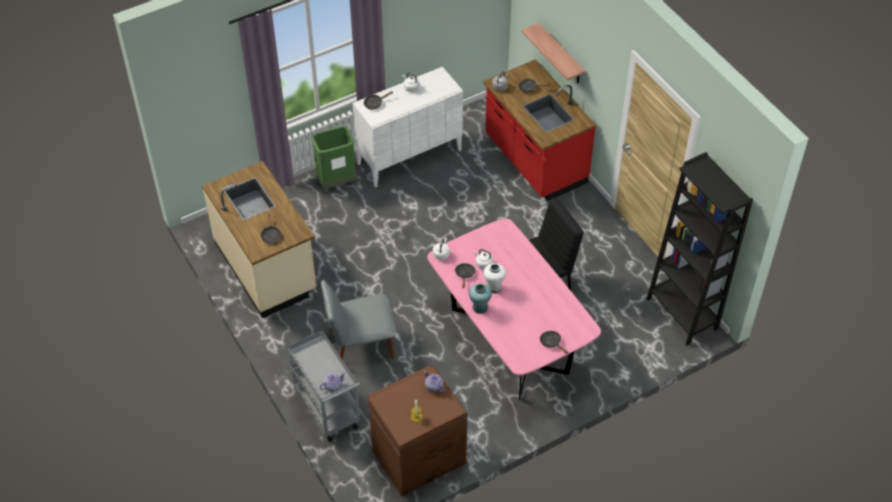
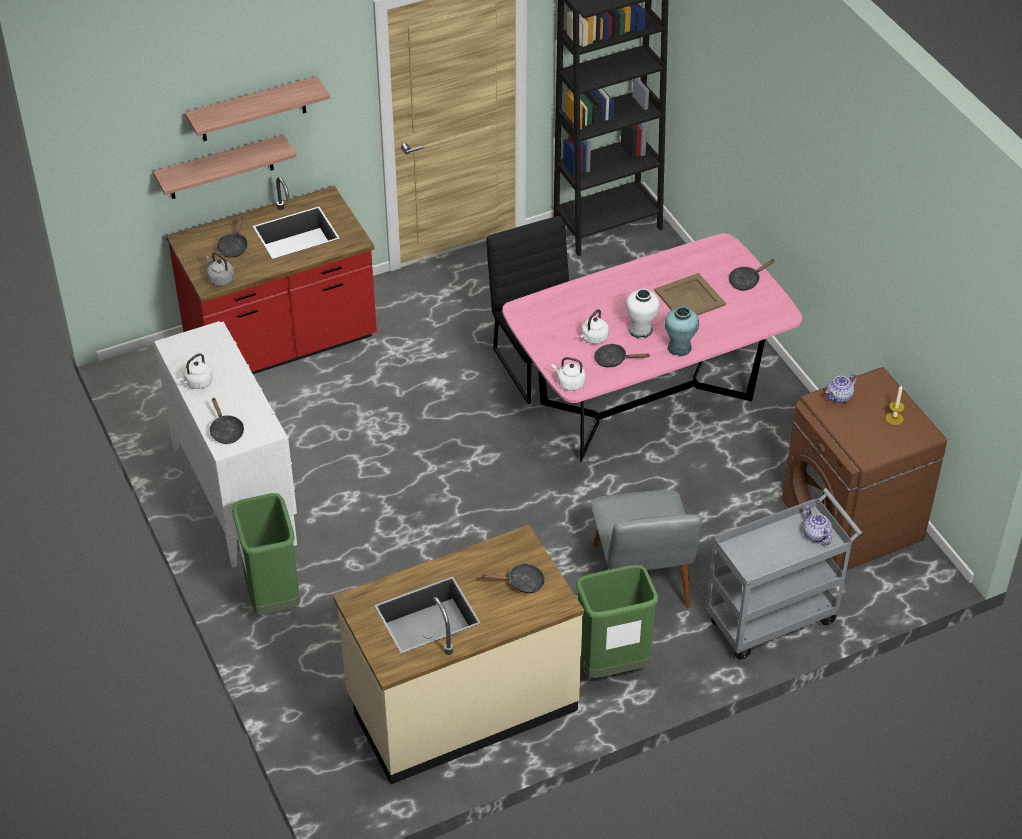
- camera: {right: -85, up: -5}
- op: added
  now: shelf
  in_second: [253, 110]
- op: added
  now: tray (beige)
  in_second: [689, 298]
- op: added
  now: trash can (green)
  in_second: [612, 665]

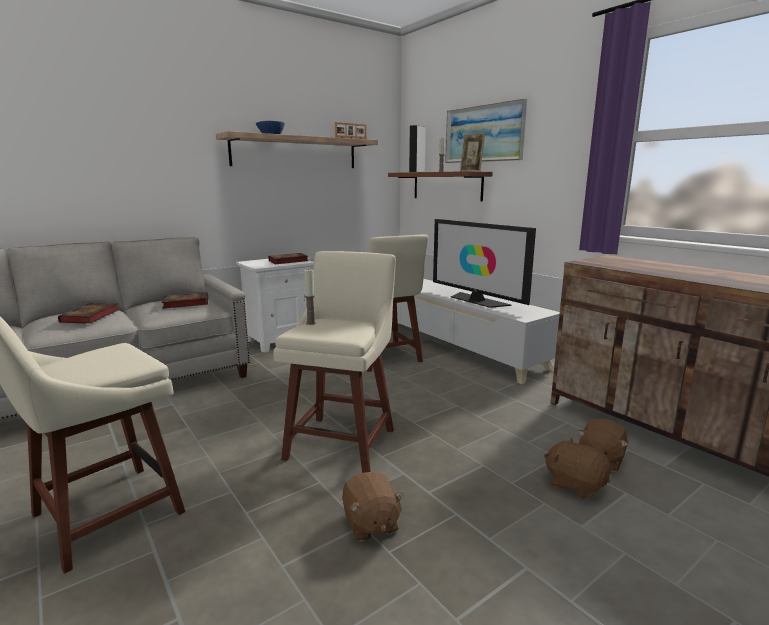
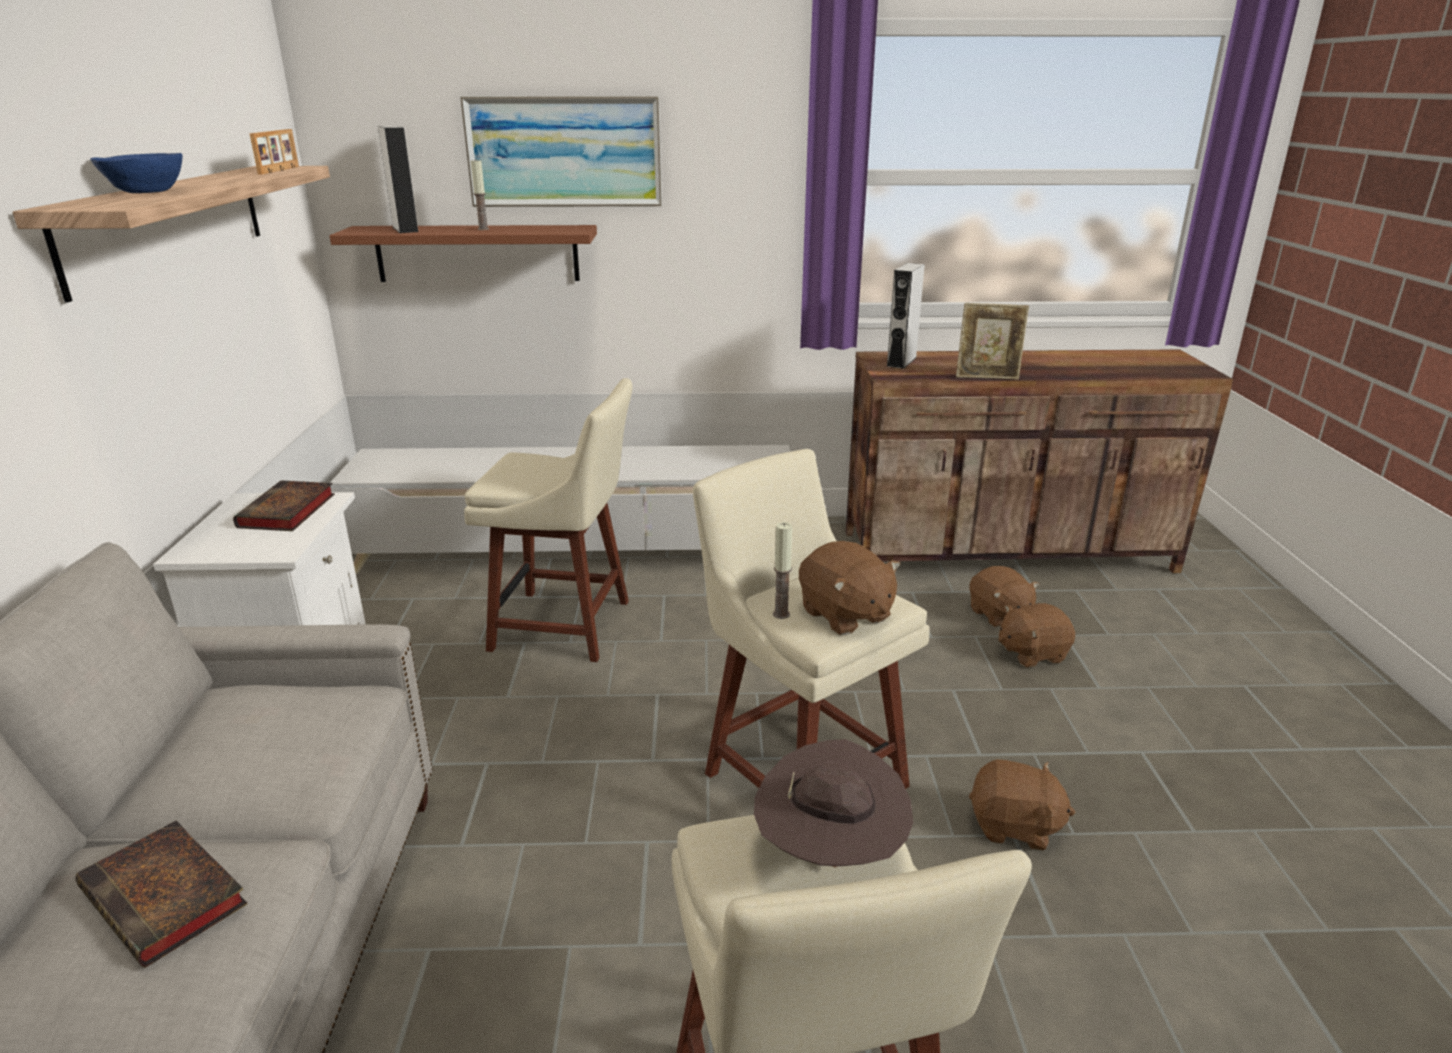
- camera: {right: -55, up: 10}
- op: moved
  was: picture frame
  in_first: [471, 171]
  in_second: [987, 377]
- op: removed
  was: television
  in_first: [477, 300]
- op: removed
  was: book
  in_first: [185, 303]
- op: added
  now: speaker (grey)
  in_second: [901, 361]
- op: added
  now: plush toy (brown)
  in_second: [845, 615]
- op: added
  now: hat (brown)
  in_second: [830, 854]

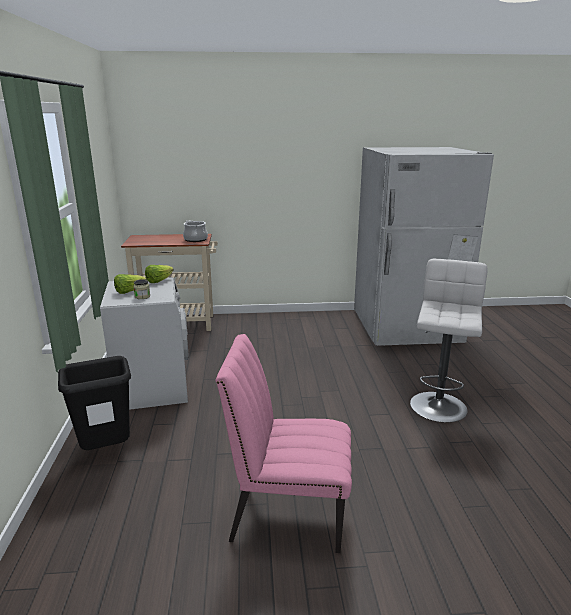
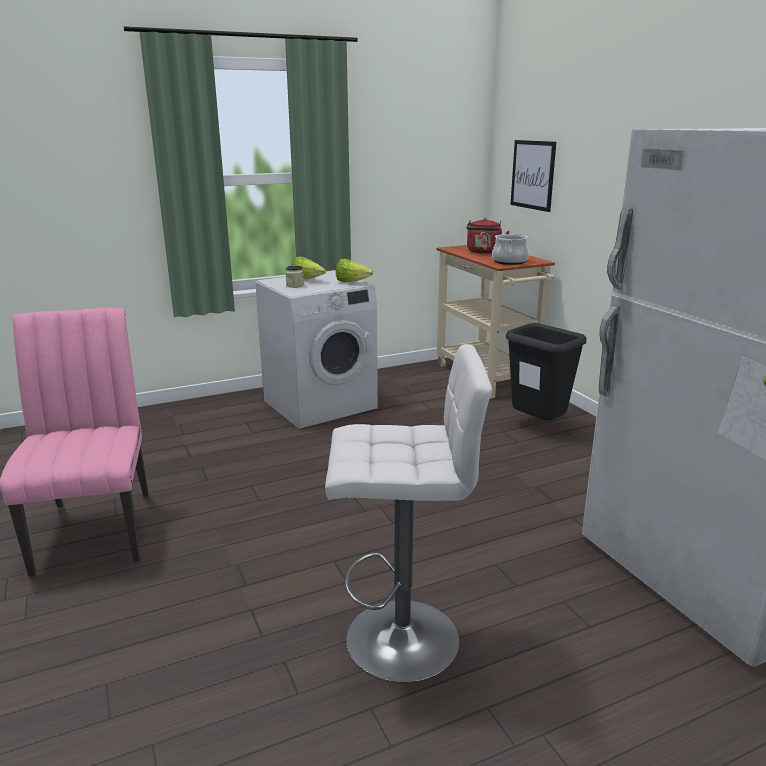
- camera: {right: 70, up: 0}
- op: moved
  was: trash can (black)
  in_first: [107, 451]
  in_second: [538, 426]
- op: added
  now: picture
  in_second: [532, 175]
- op: added
  now: kettle (red)
  in_second: [483, 252]

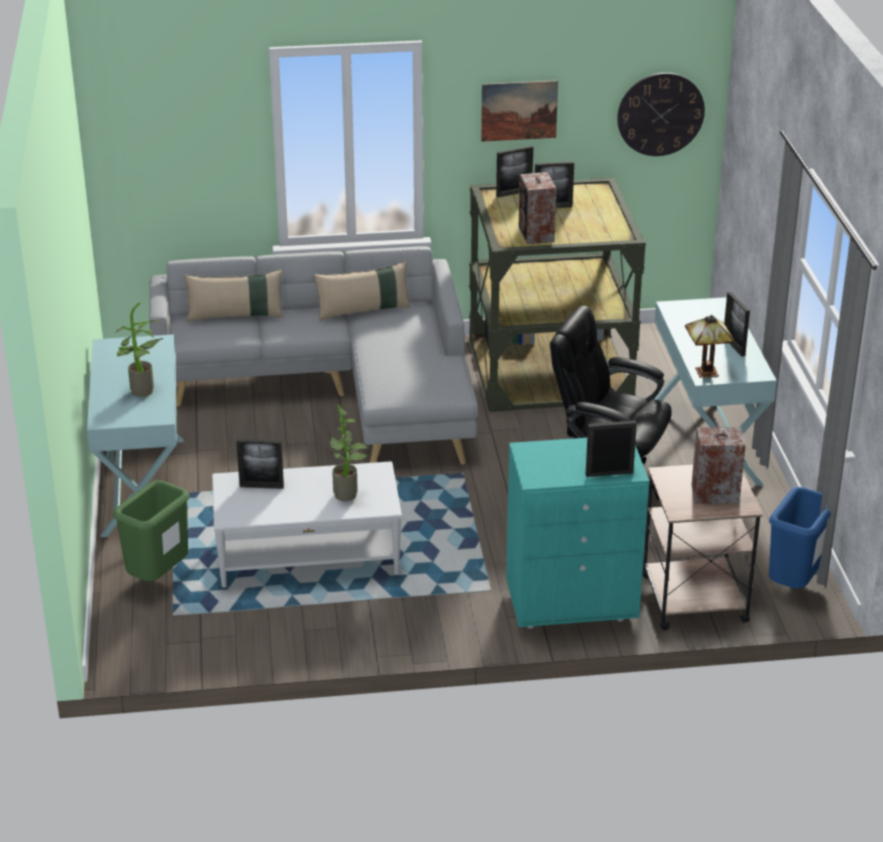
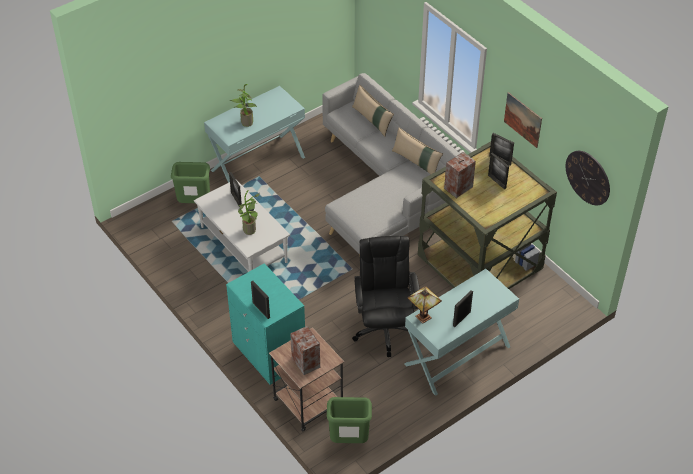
- camera: {right: 60, up: 15}
- op: recoloured
  was: trash can (blue)
  now: trash can (green)
  in_first: [794, 585]
  in_second: [348, 440]

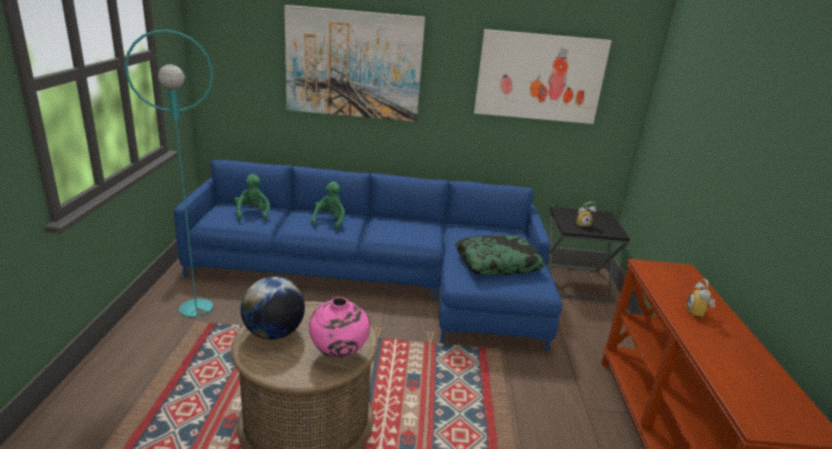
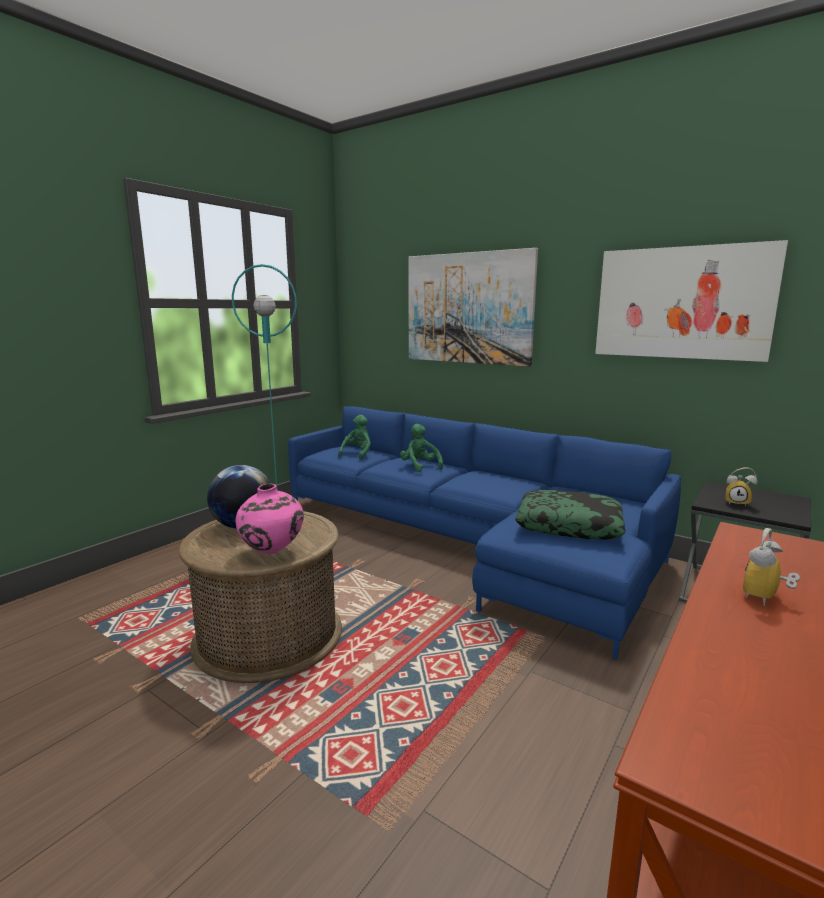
- camera: {right: 35, up: -10}
- op: turned
  was: plush toy (green)
  in_first: [329, 221]
  in_second: [420, 466]
  clockwise: -75

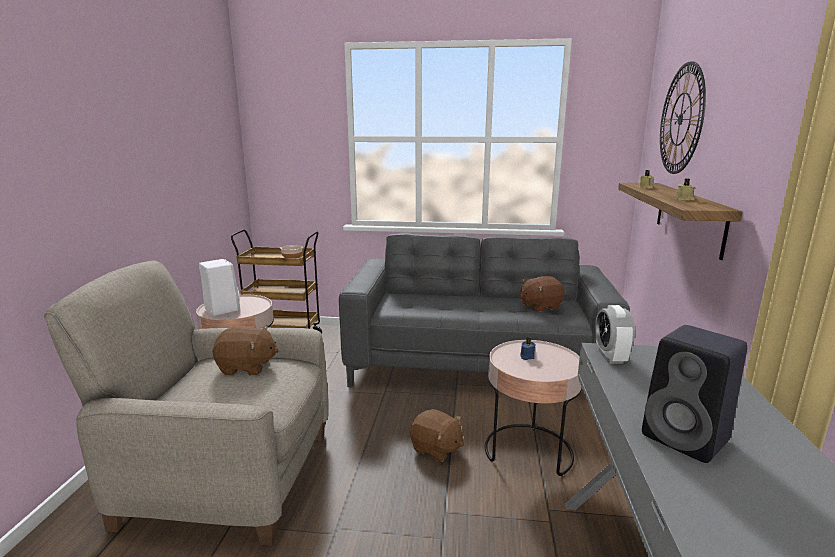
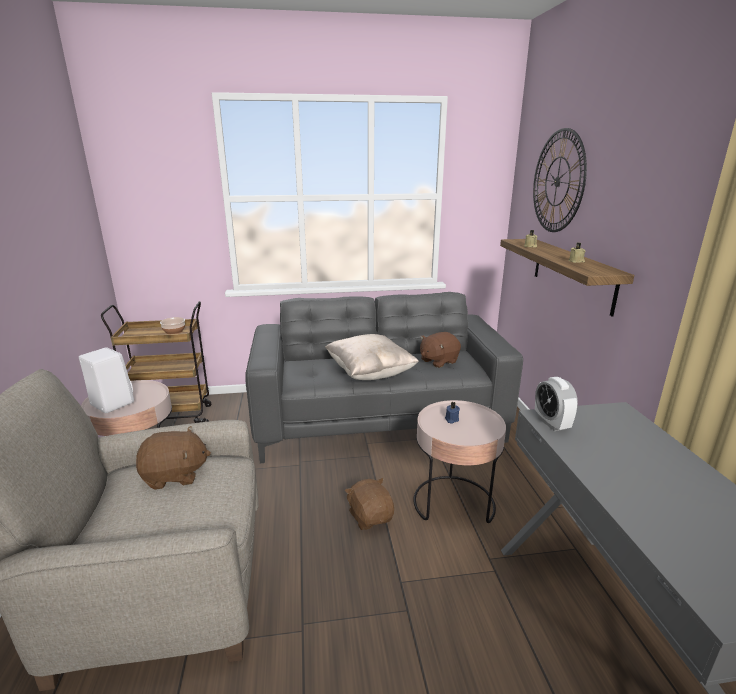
- camera: {right: -15, up: 5}
- op: removed
  was: speaker (black)
  in_first: [688, 438]
- op: turned
  was: plush toy (brown)
  in_first: [436, 449]
  in_second: [370, 517]
  clockwise: -135
- op: added
  now: pillow (beige)
  in_second: [370, 373]

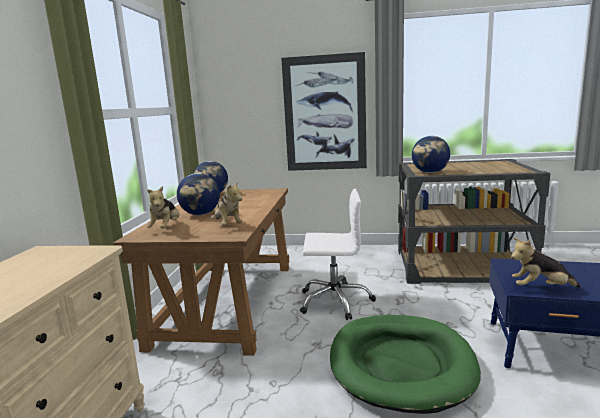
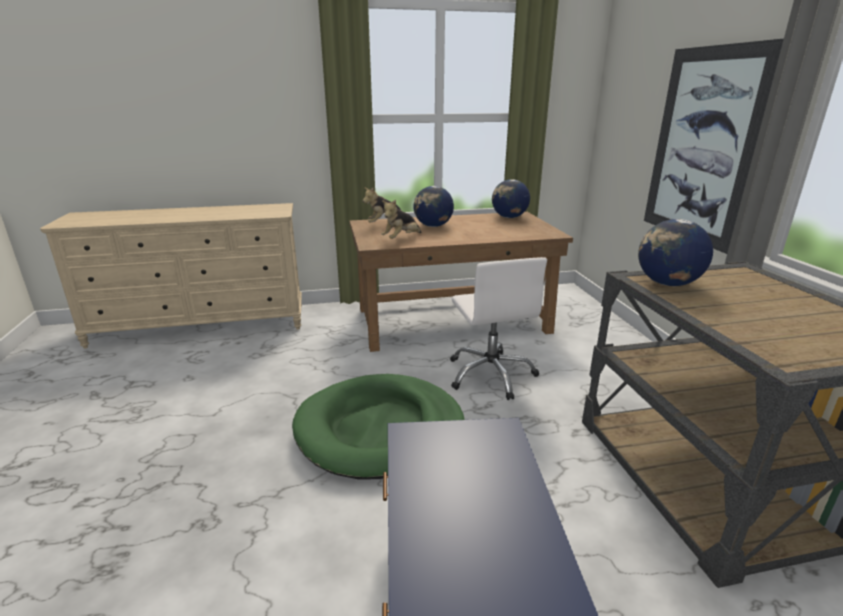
- camera: {right: 70, up: 10}
- op: removed
  was: plush toy
  in_first: [541, 288]

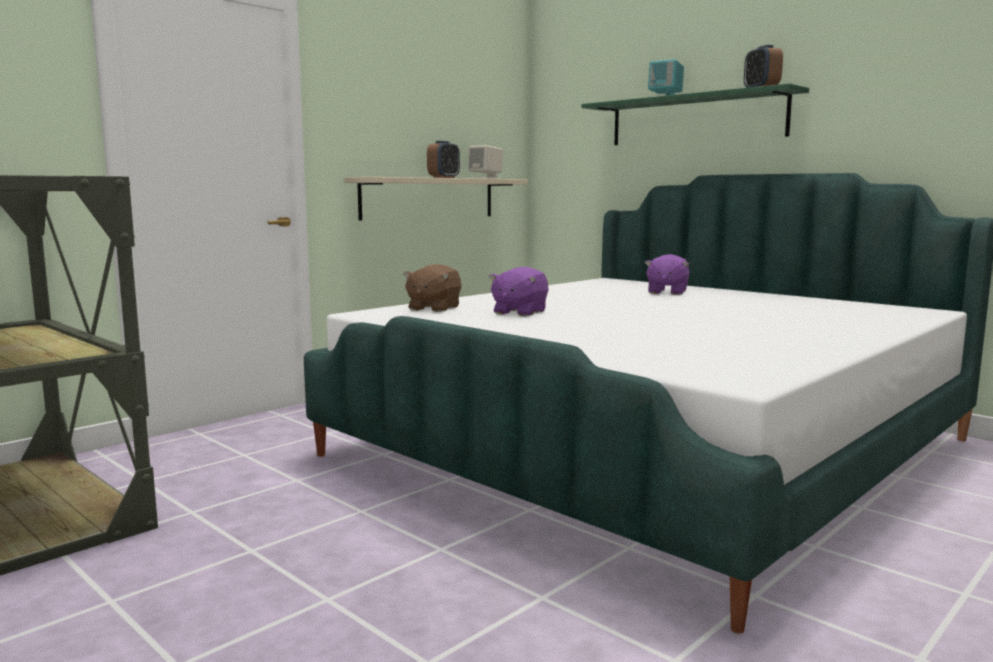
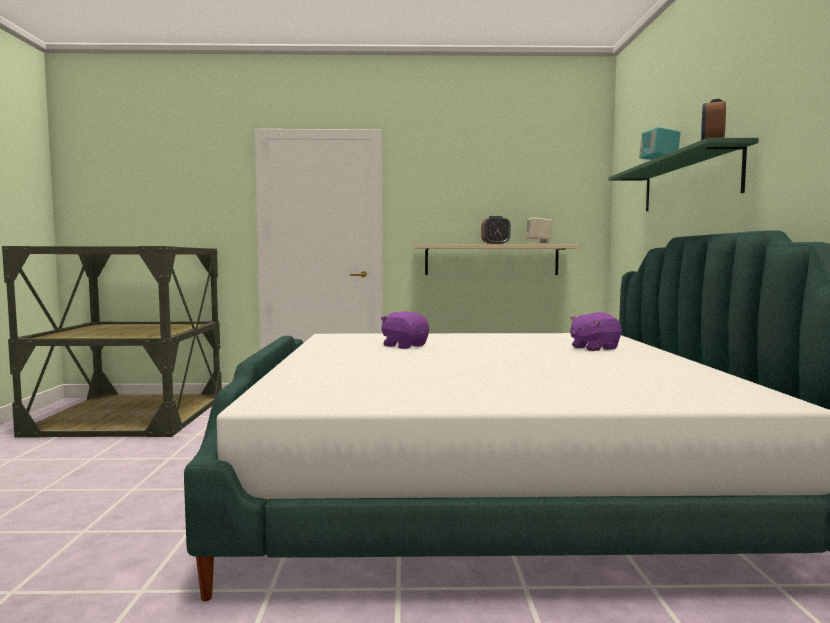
- camera: {right: 45, up: -5}
- op: removed
  was: plush toy (brown)
  in_first: [433, 308]
- op: turned
  was: plush toy (purple)
  in_first: [519, 312]
  in_second: [404, 346]
  clockwise: 60

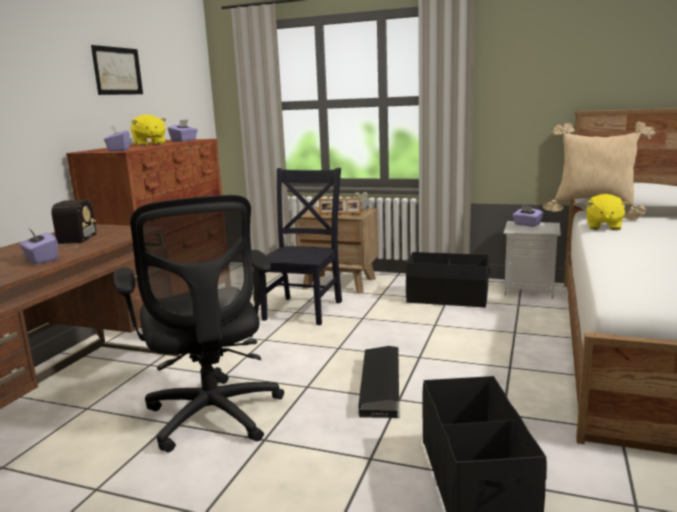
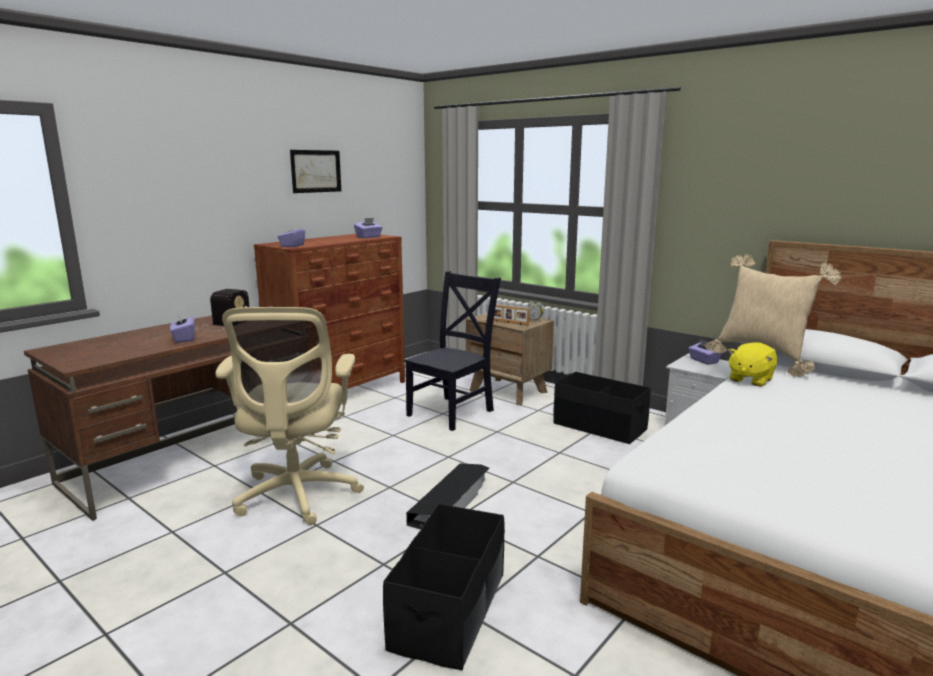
- camera: {right: 20, up: 0}
- op: removed
  was: plush toy (yellow)
  in_first: [149, 144]
- op: recoloured
  was: office chair (black)
  now: office chair (beige)
  in_first: [210, 410]
  in_second: [297, 489]

